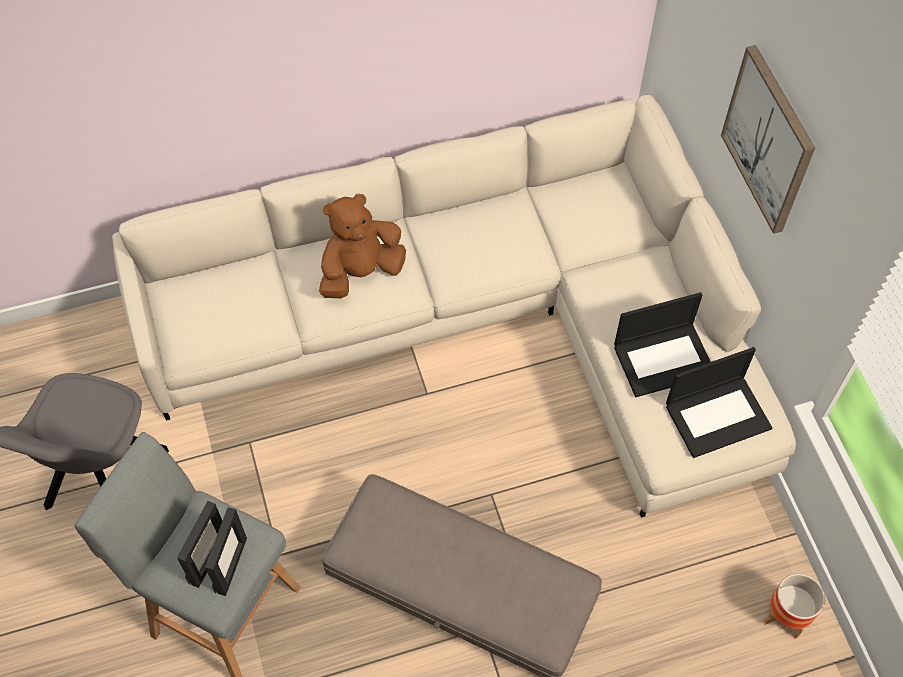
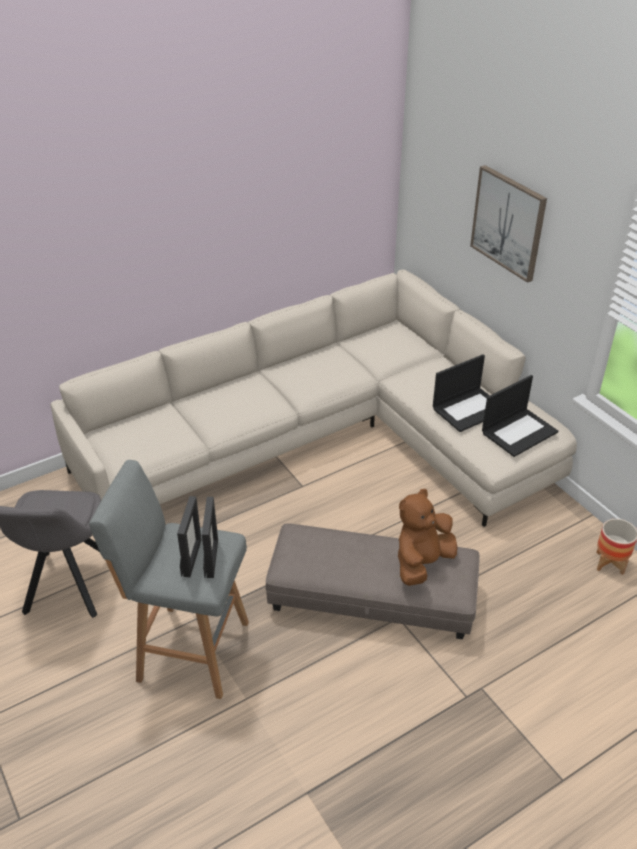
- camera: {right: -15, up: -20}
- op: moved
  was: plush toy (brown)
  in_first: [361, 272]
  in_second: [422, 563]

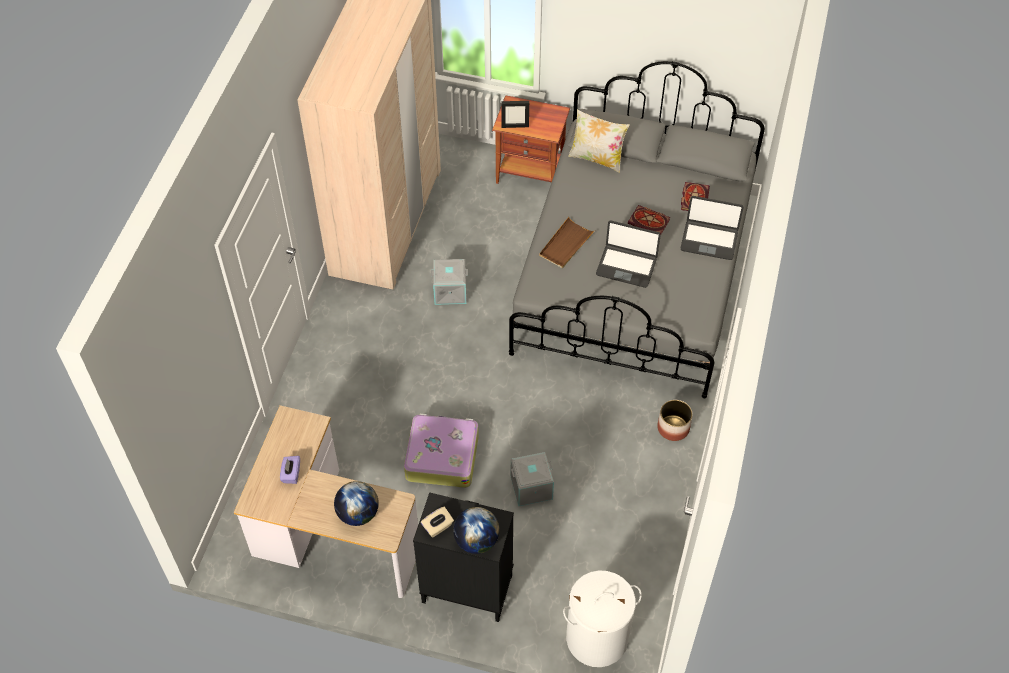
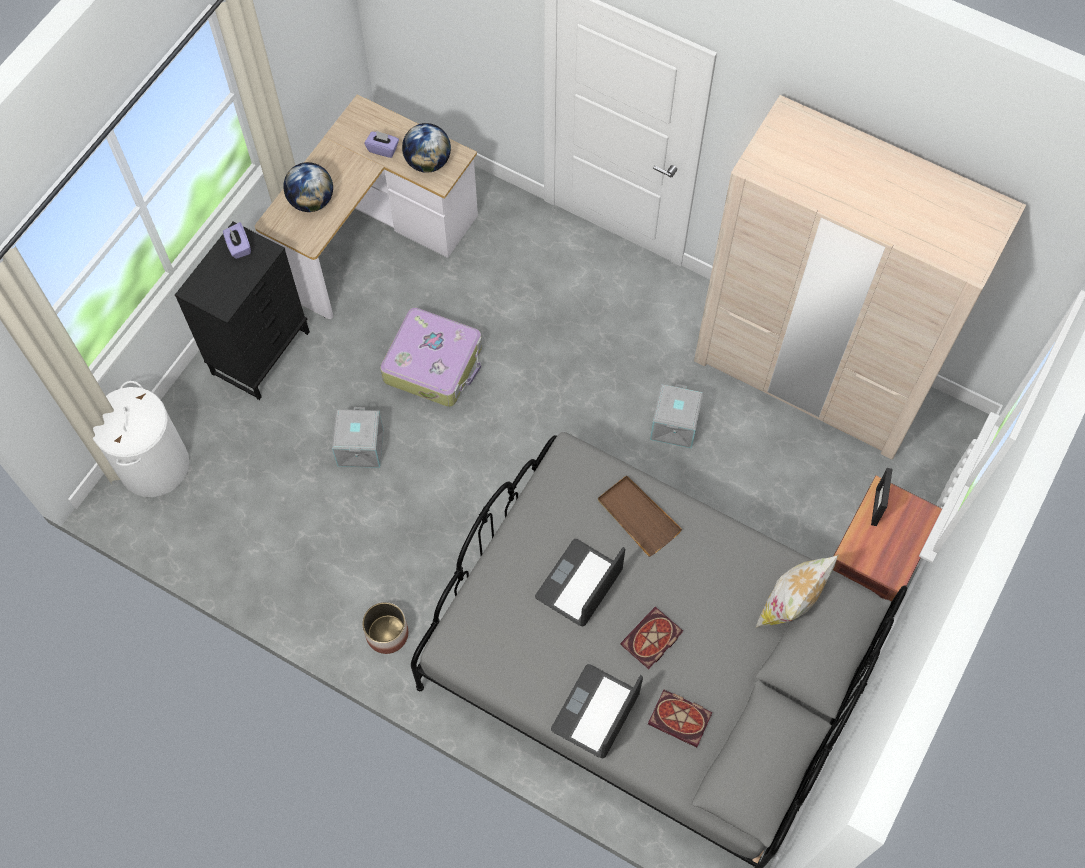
- camera: {right: 105, up: 10}
- op: recoloured
  was: tissue box (beige)
  now: tissue box (purple)
  in_first: [438, 527]
  in_second: [239, 247]
- op: moved
  was: globe
  in_first: [476, 540]
  in_second: [428, 162]

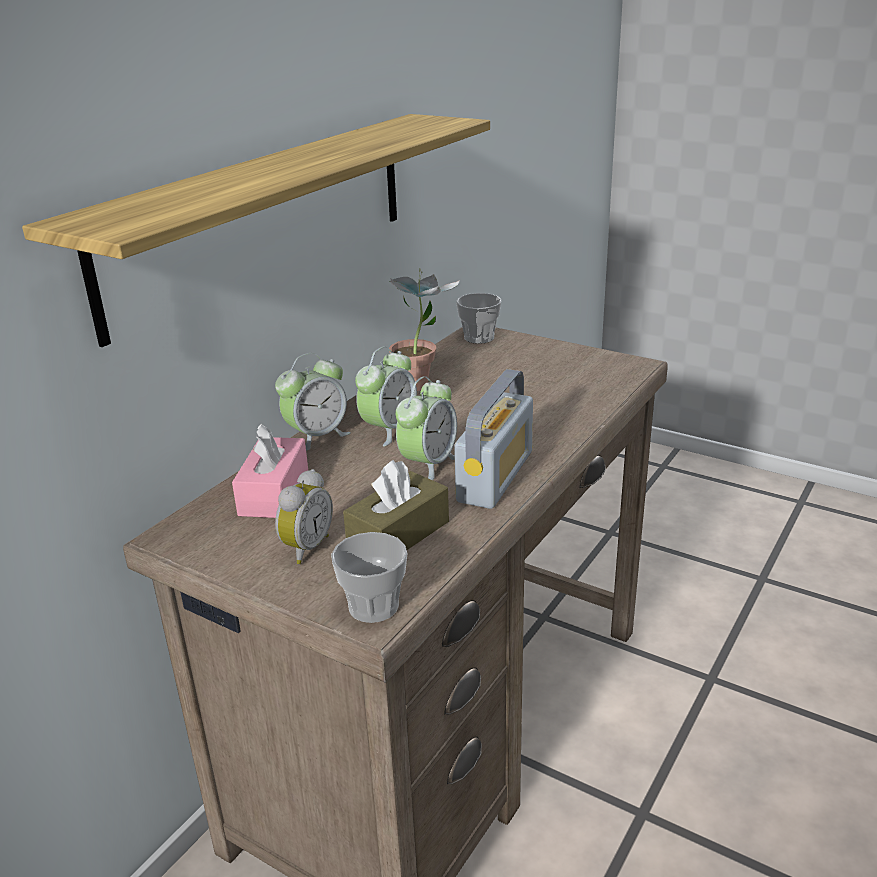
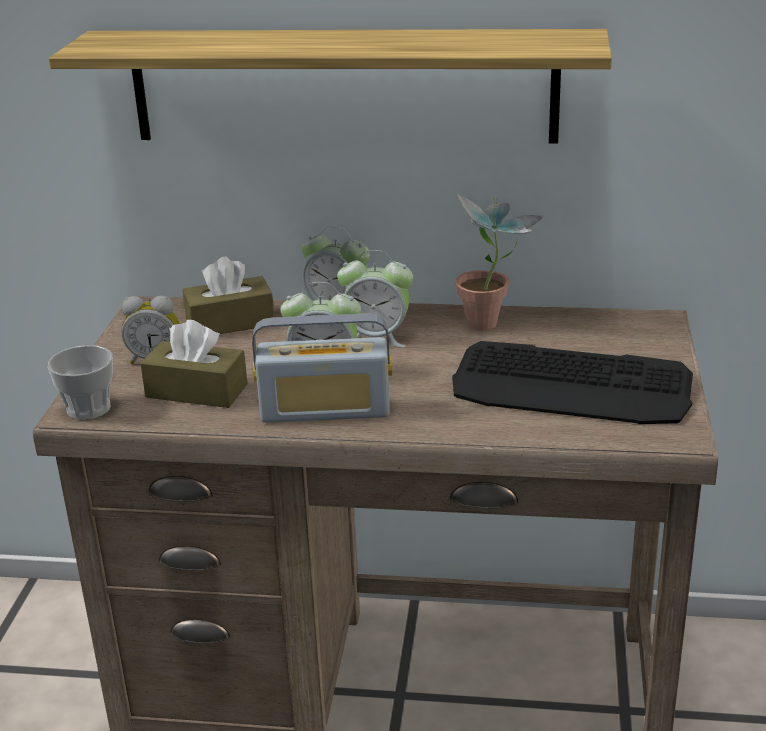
- camera: {right: 65, up: 0}
- op: removed
  was: cup
  in_first: [479, 337]
- op: recoloured
  was: tissue box (pink)
  now: tissue box (brown)
  in_first: [274, 493]
  in_second: [230, 322]
- op: added
  now: keyboard
  in_second: [572, 387]

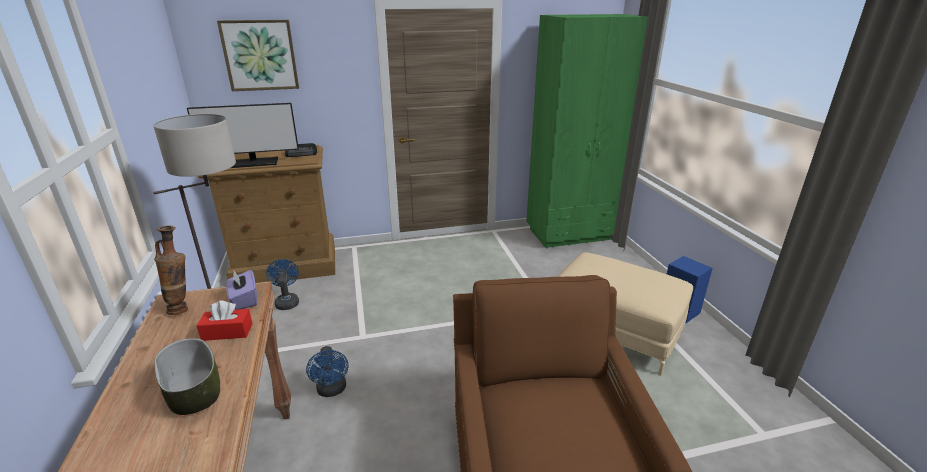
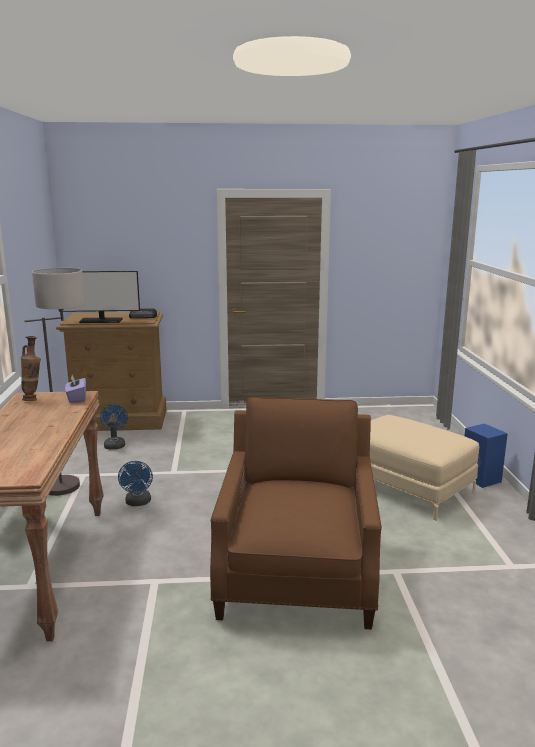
- camera: {right: 10, up: -10}
- op: removed
  was: wardrobe (green)
  in_first: [571, 234]
- op: removed
  was: picture
  in_first: [260, 55]
- op: removed
  was: tissue box (red)
  in_first: [227, 332]
- op: removed
  was: bowl
  in_first: [193, 393]

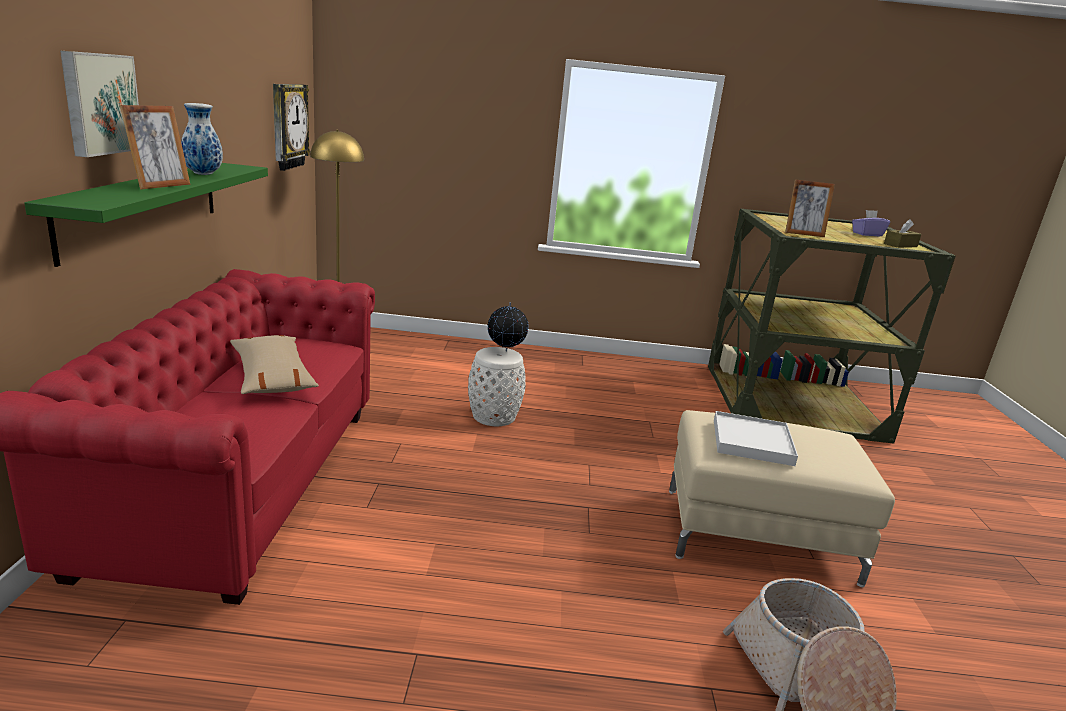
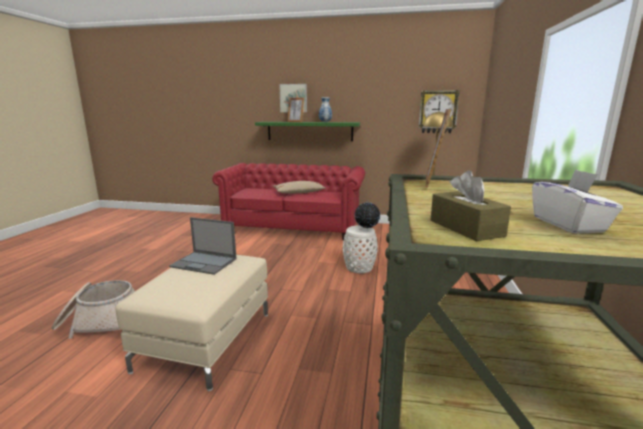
- camera: {right: 100, up: -5}
- op: recoloured
  was: tissue box (purple)
  now: tissue box (white)
  in_first: [867, 234]
  in_second: [568, 225]
- op: replaced
  was: tray (white)
  now: laptop
  in_first: [751, 442]
  in_second: [204, 263]

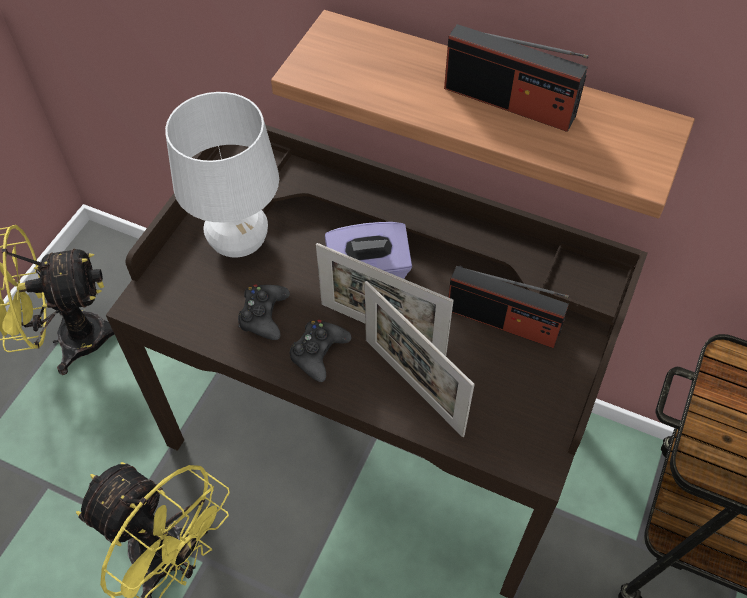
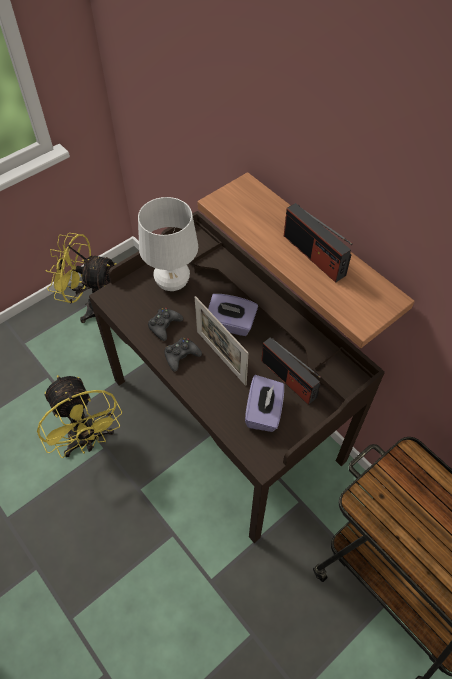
- camera: {right: 25, up: 0}
- op: removed
  was: picture frame
  in_first: [413, 386]
- op: added
  now: tissue box (purple)
  in_second: [264, 412]

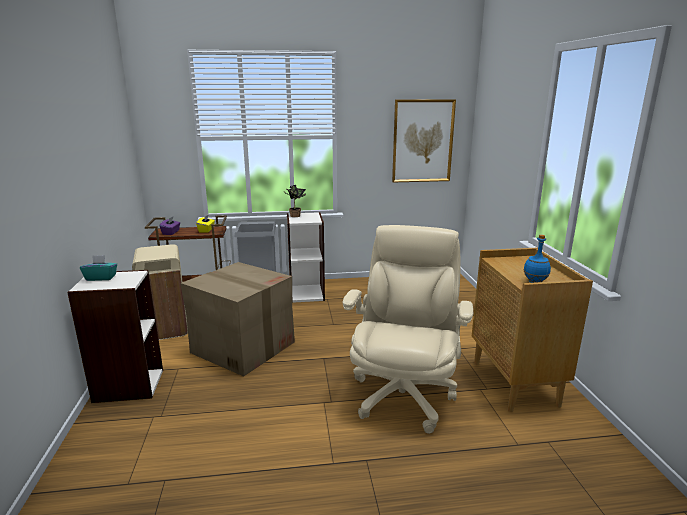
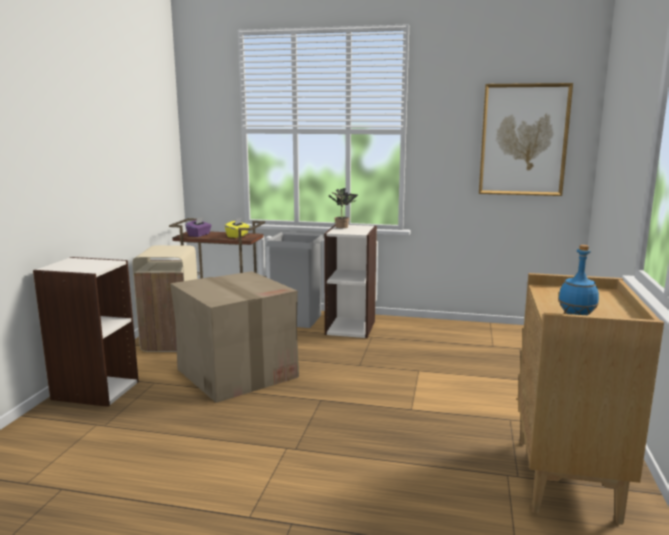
- camera: {right: 20, up: -5}
- op: removed
  was: office chair (beige)
  in_first: [404, 394]
- op: removed
  was: tissue box (turquoise)
  in_first: [101, 278]

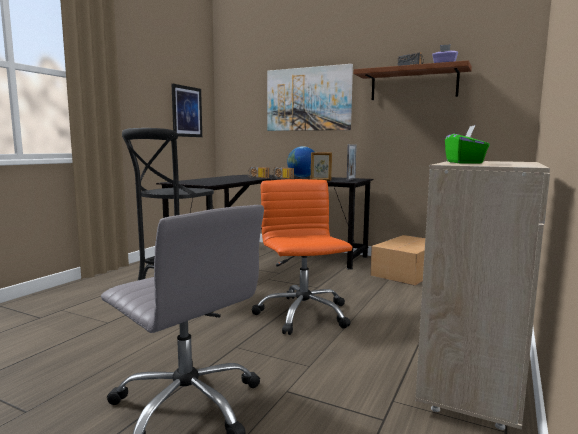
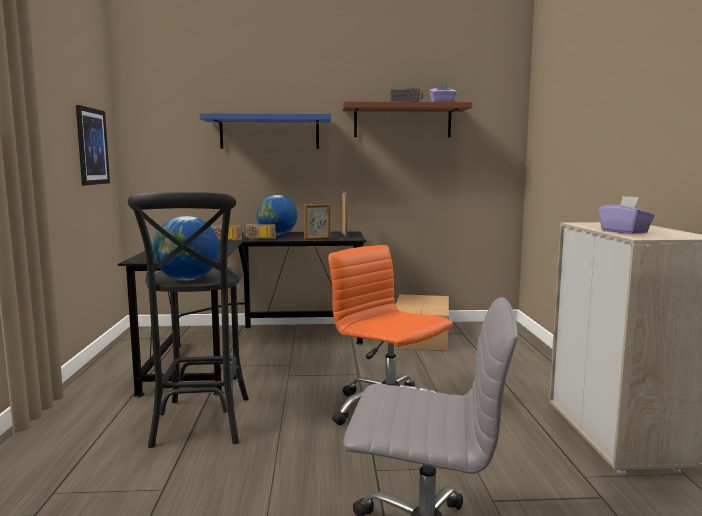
- camera: {right: -30, up: 0}
- op: replaced
  was: picture
  now: shelf (blue)
  in_first: [308, 99]
  in_second: [269, 132]
- op: recoloured
  was: tissue box (green)
  now: tissue box (purple)
  in_first: [464, 163]
  in_second: [624, 231]
- op: added
  now: globe
  in_second: [187, 280]

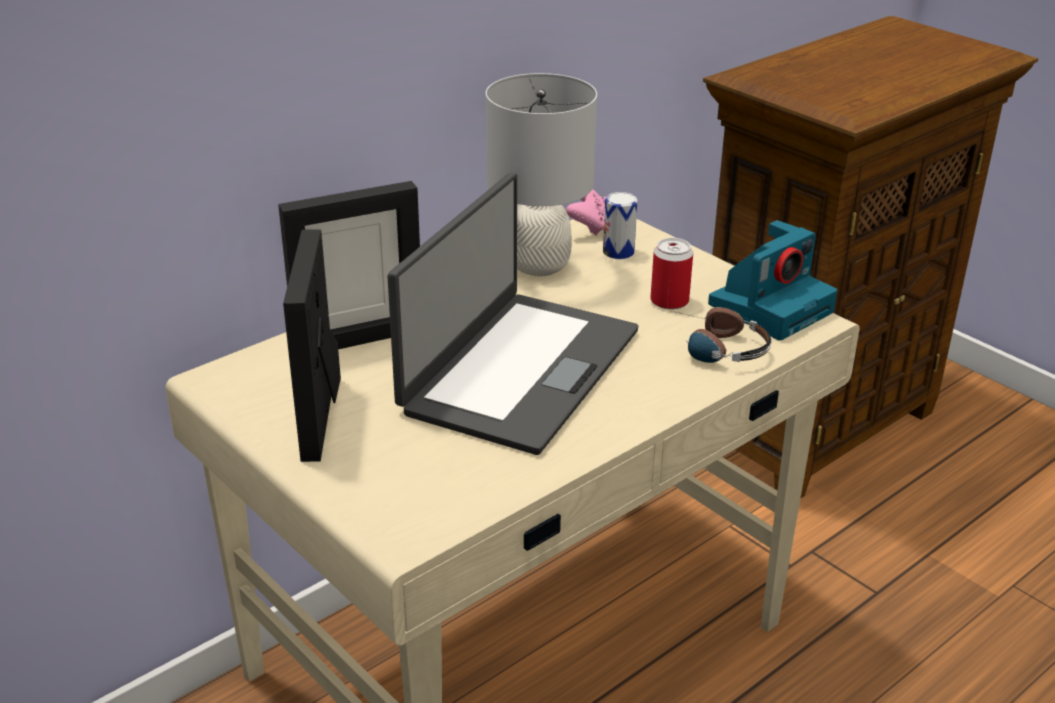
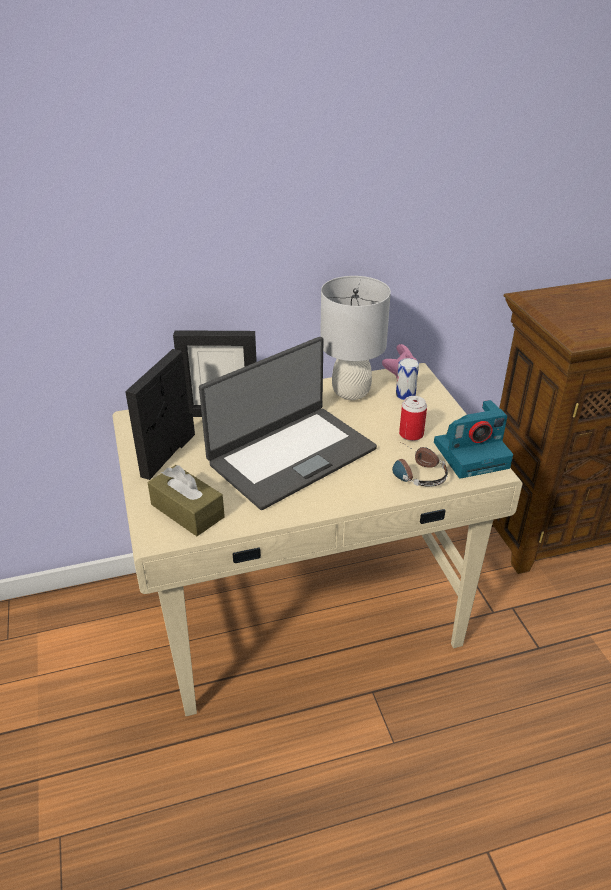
- camera: {right: 25, up: 5}
- op: added
  now: tissue box (brown)
  in_second: [187, 511]

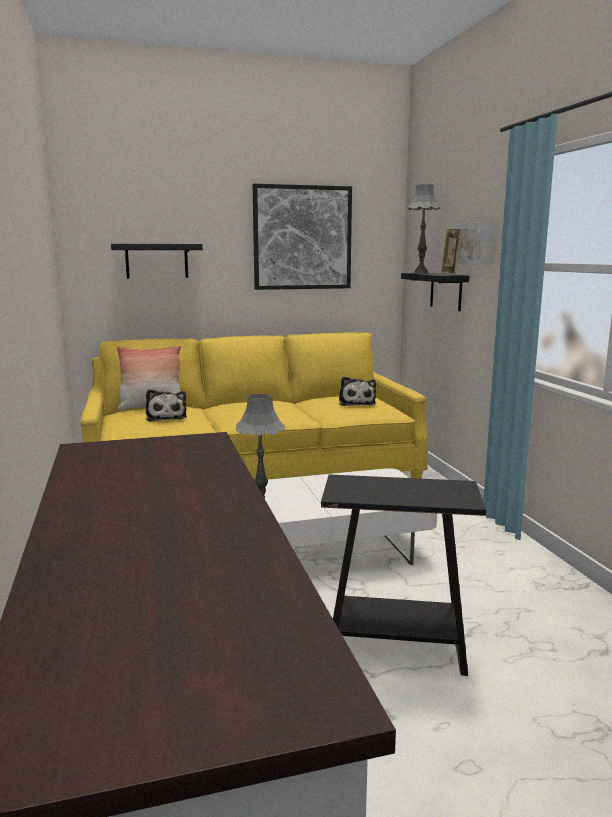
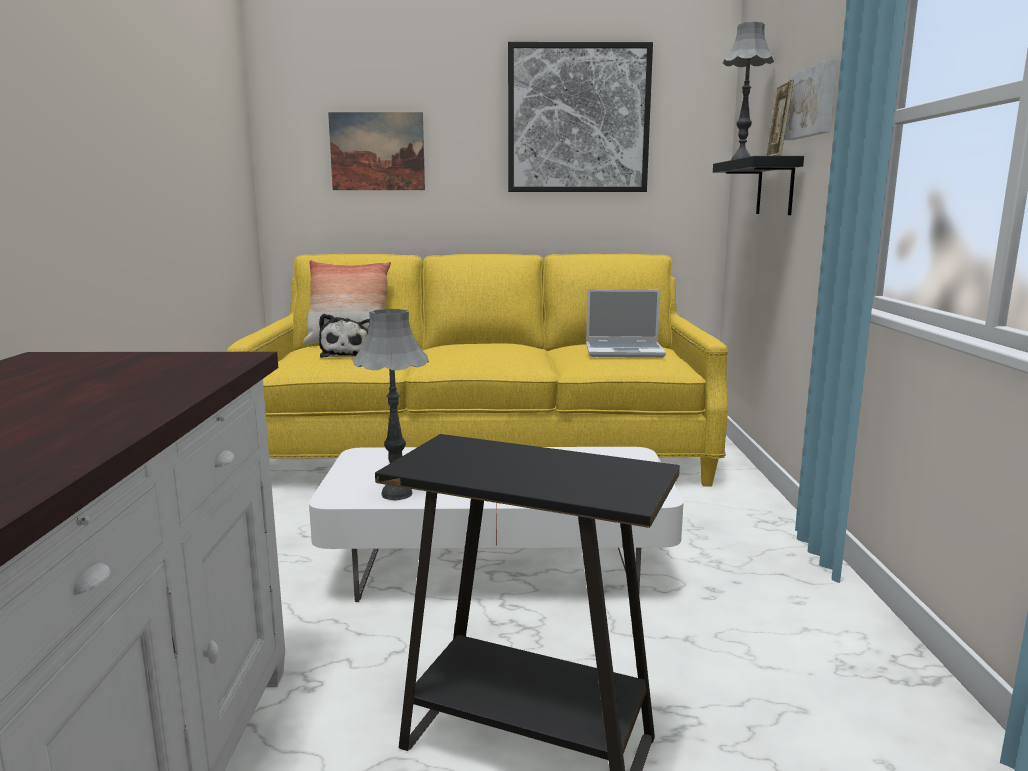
- camera: {right: 15, up: 0}
- op: replaced
  was: shelf (black)
  now: picture
  in_first: [157, 261]
  in_second: [377, 151]
- op: replaced
  was: plush toy
  now: laptop
  in_first: [356, 403]
  in_second: [625, 351]

